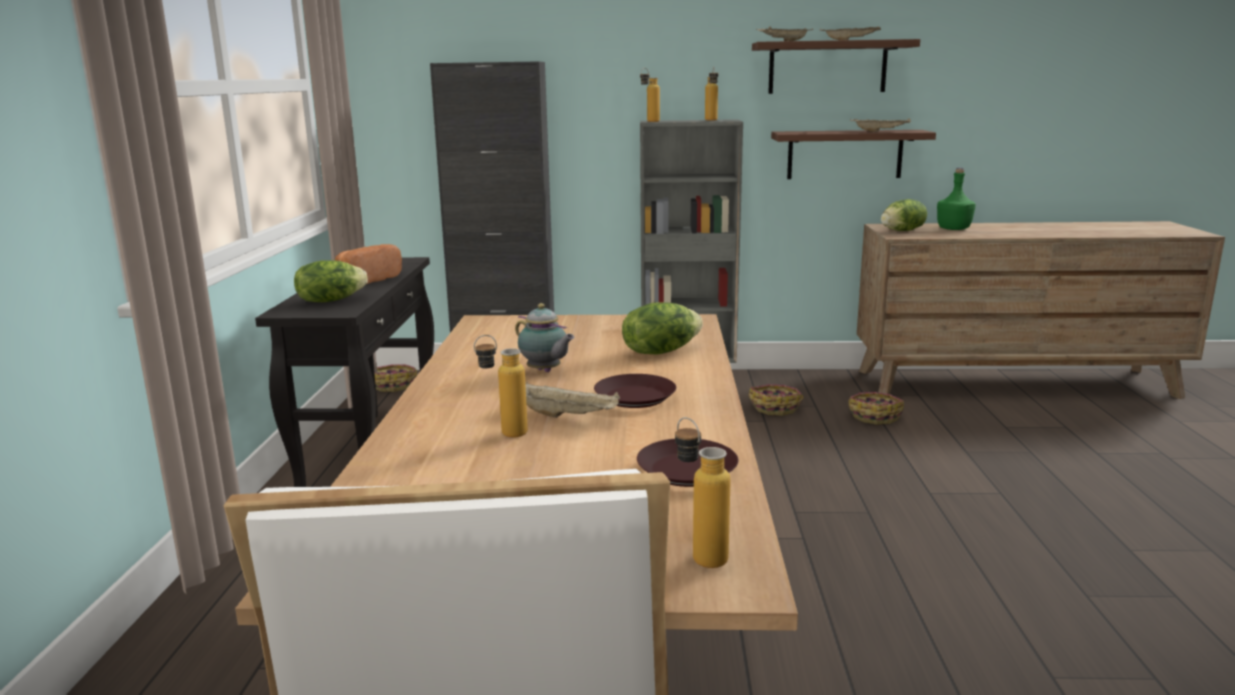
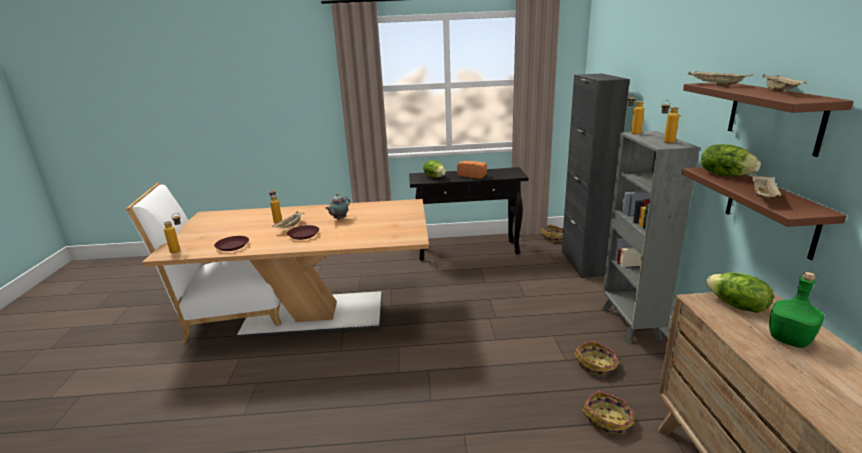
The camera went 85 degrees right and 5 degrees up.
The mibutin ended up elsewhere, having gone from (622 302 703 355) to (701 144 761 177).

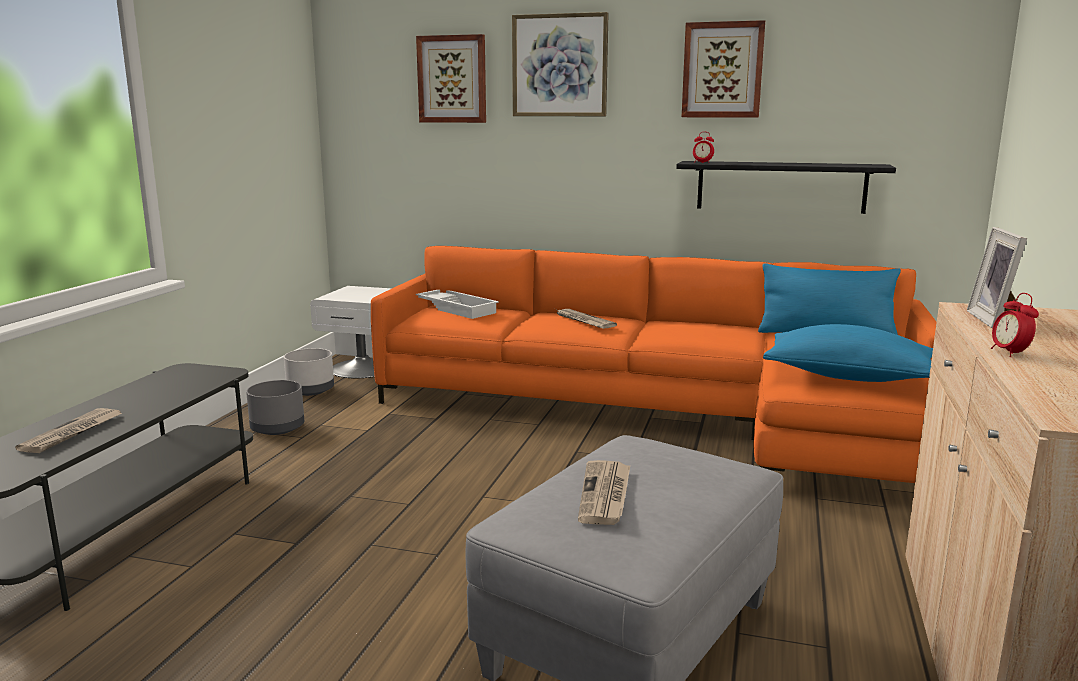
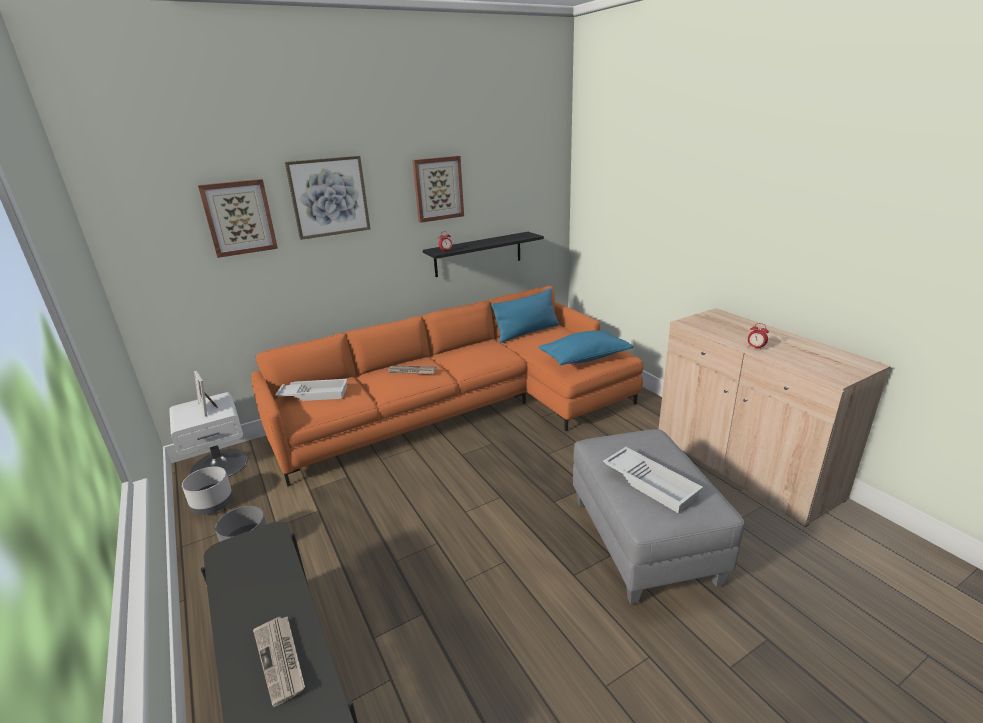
The camera went 45 degrees left and 10 degrees up.
The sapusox ended up elsewhere, having gone from (967 227 1027 329) to (194 371 218 416).
Where the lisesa stood at (578 460 630 525), the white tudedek came to stand at (603 447 703 513).

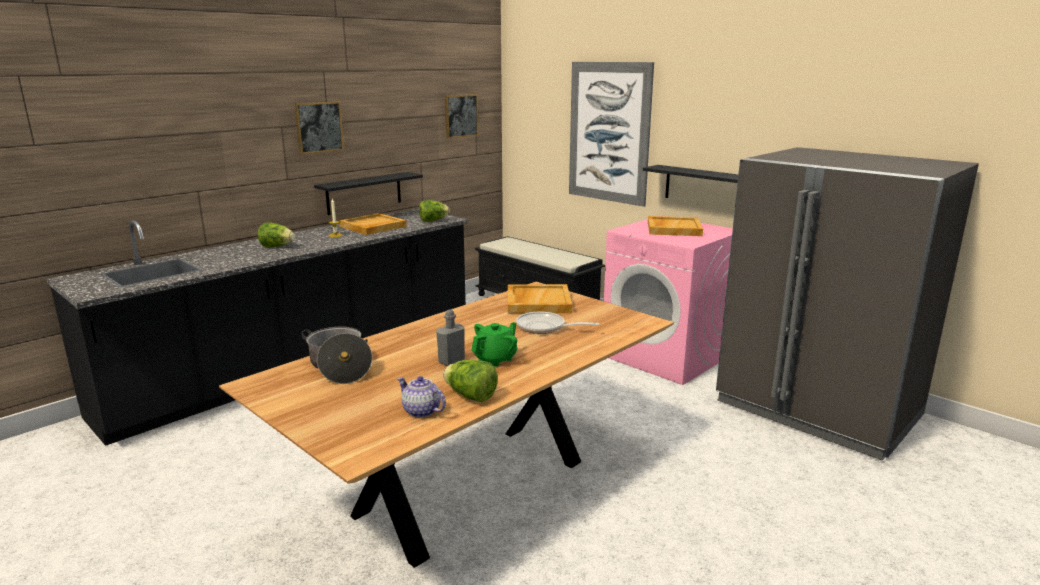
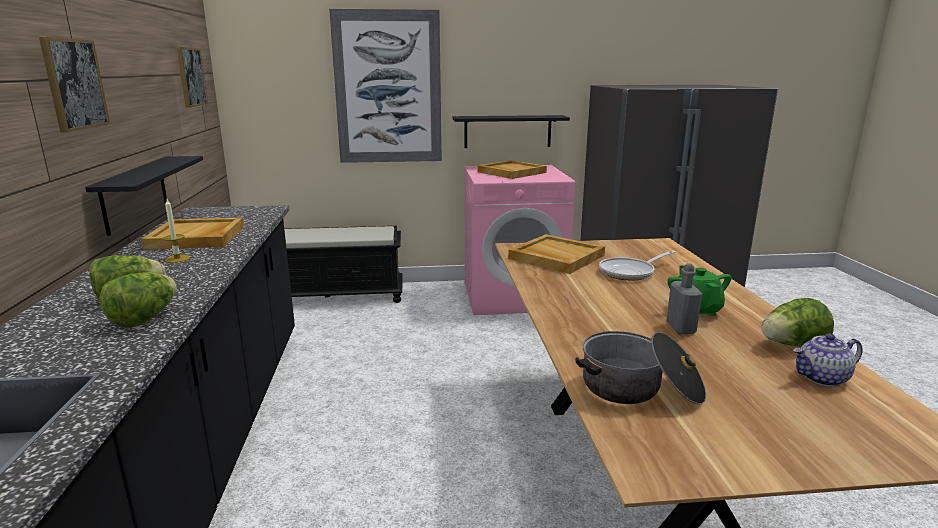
The camera went 50 degrees left and 0 degrees up.
The mibutin ended up elsewhere, having gone from (419 200 450 222) to (99 272 177 328).

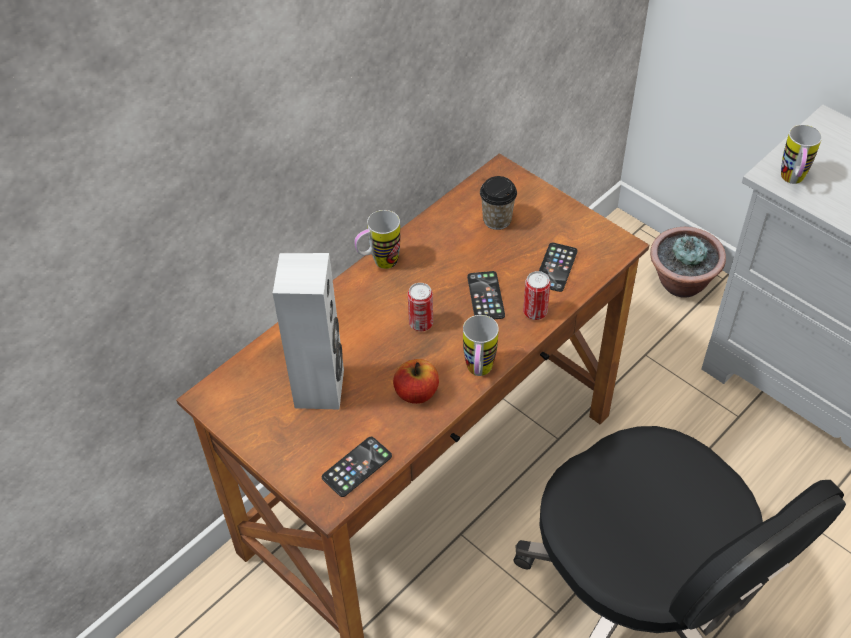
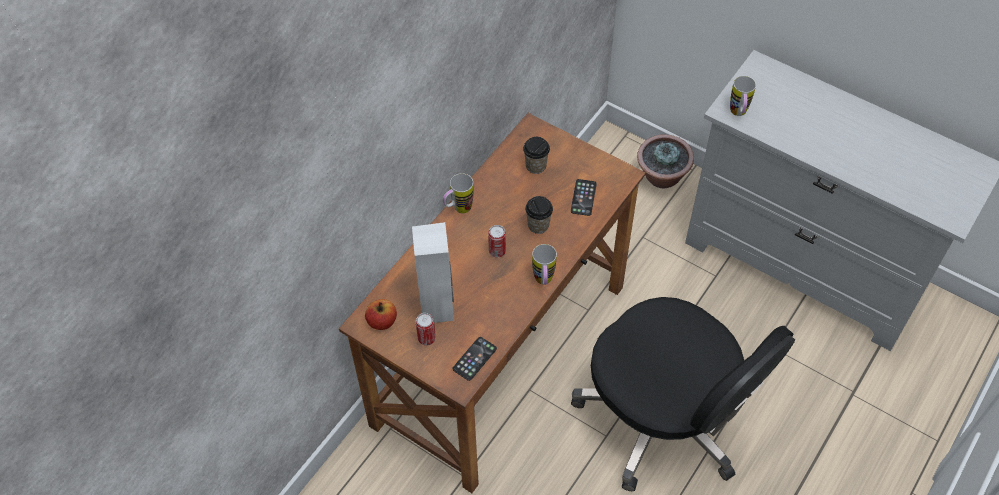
The camera went 10 degrees left and 5 degrees up.
Where the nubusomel stood at (467 271 505 319), the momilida came to stand at (525 196 553 234).
The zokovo ended up elsewhere, having gone from (523 271 550 320) to (416 313 436 345).
The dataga ended up elsewhere, having gone from (393 359 439 404) to (365 299 397 330).

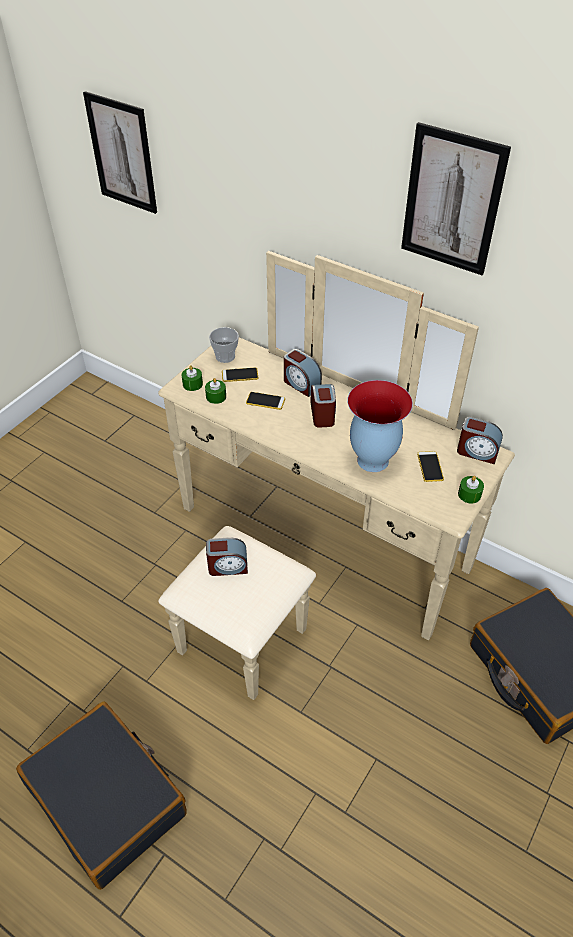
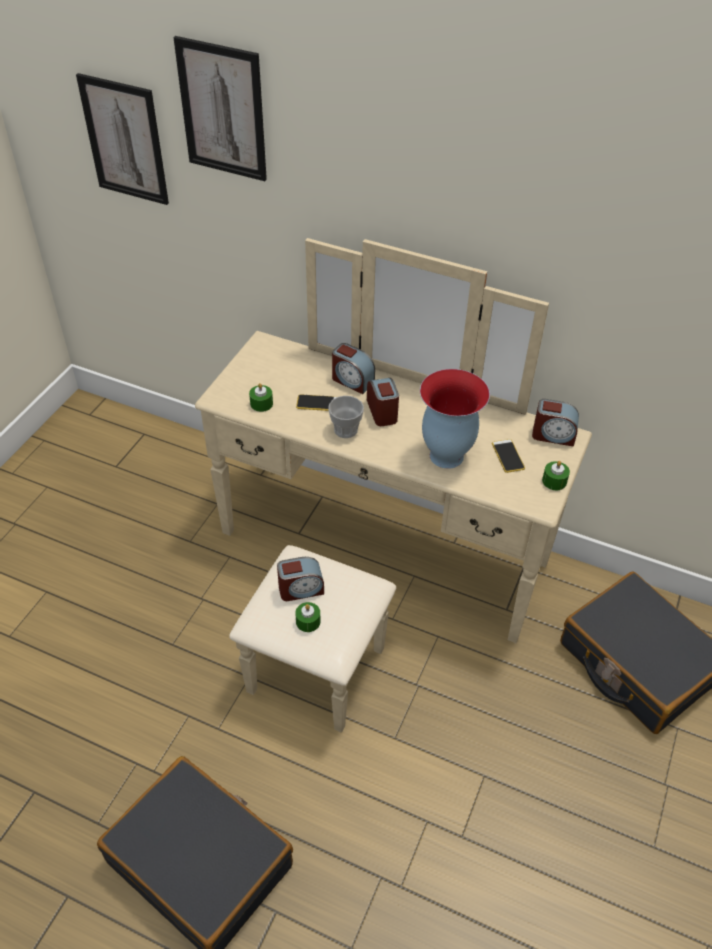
The camera went 10 degrees left and 0 degrees up.
The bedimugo ended up elsewhere, having gone from (401 122 511 275) to (173 36 267 181).
The momilida ended up elsewhere, having gone from (209 327 239 363) to (328 396 364 438).
The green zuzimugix ended up elsewhere, having gone from (182 365 203 391) to (295 602 321 632).
The second view lost the nubusomel at (222 367 258 382).

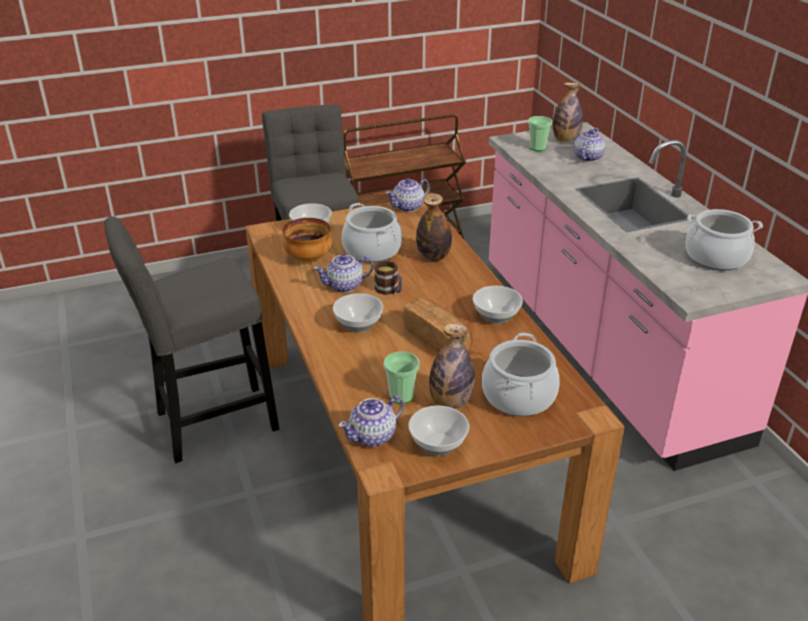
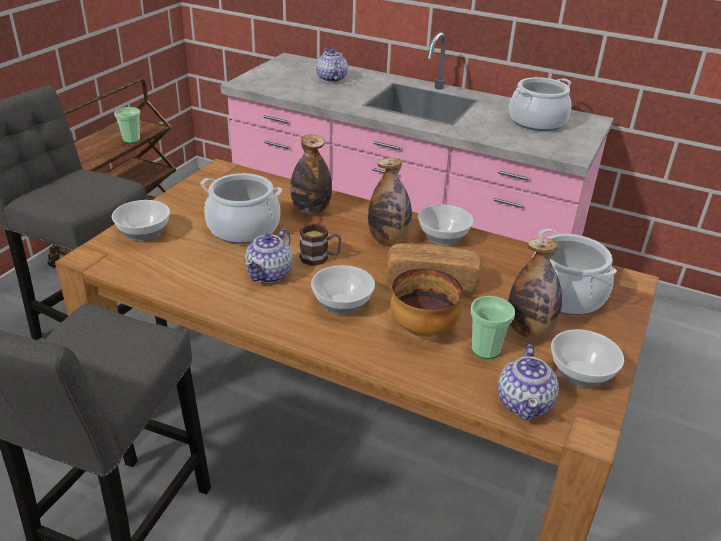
The camera went 45 degrees left and 0 degrees up.
The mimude ended up elsewhere, having gone from (553 82 583 142) to (368 158 412 245).
The momilida ended up elsewhere, having gone from (528 116 552 151) to (114 107 140 143).
The second view lost the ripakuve at (386 178 430 212).
The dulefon ended up elsewhere, having gone from (283 218 332 262) to (390 268 463 337).

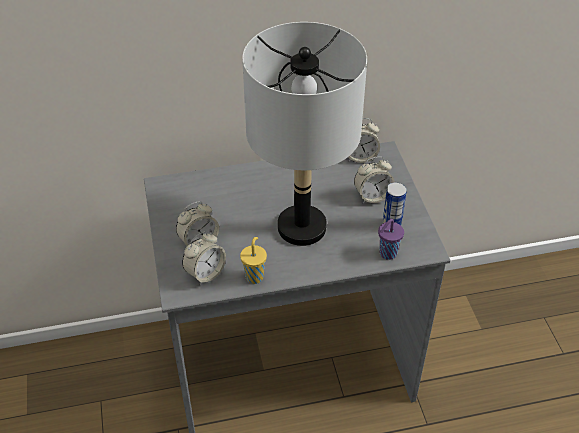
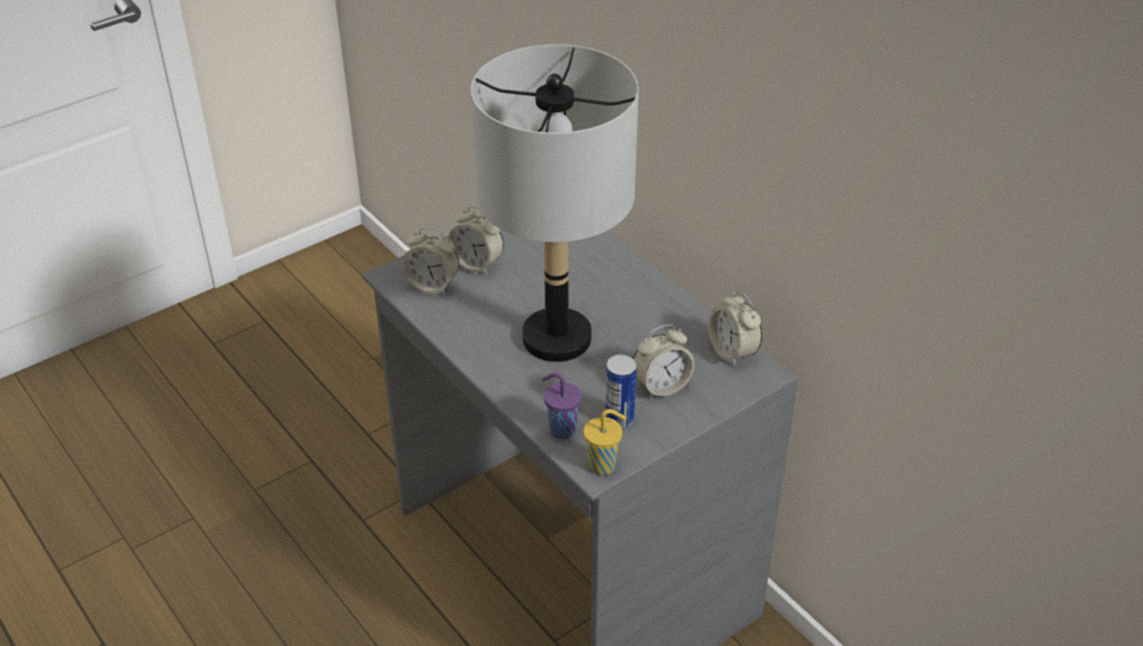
The camera went 65 degrees right and 5 degrees down.
The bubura at (354 157 395 204) ended up facing another way, 75 degrees counterclockwise from before.
The yellow momilida ended up elsewhere, having gone from (240 237 267 284) to (583 409 626 475).

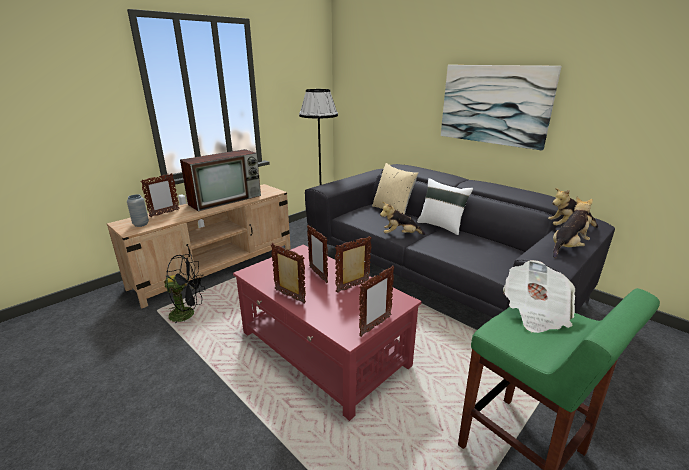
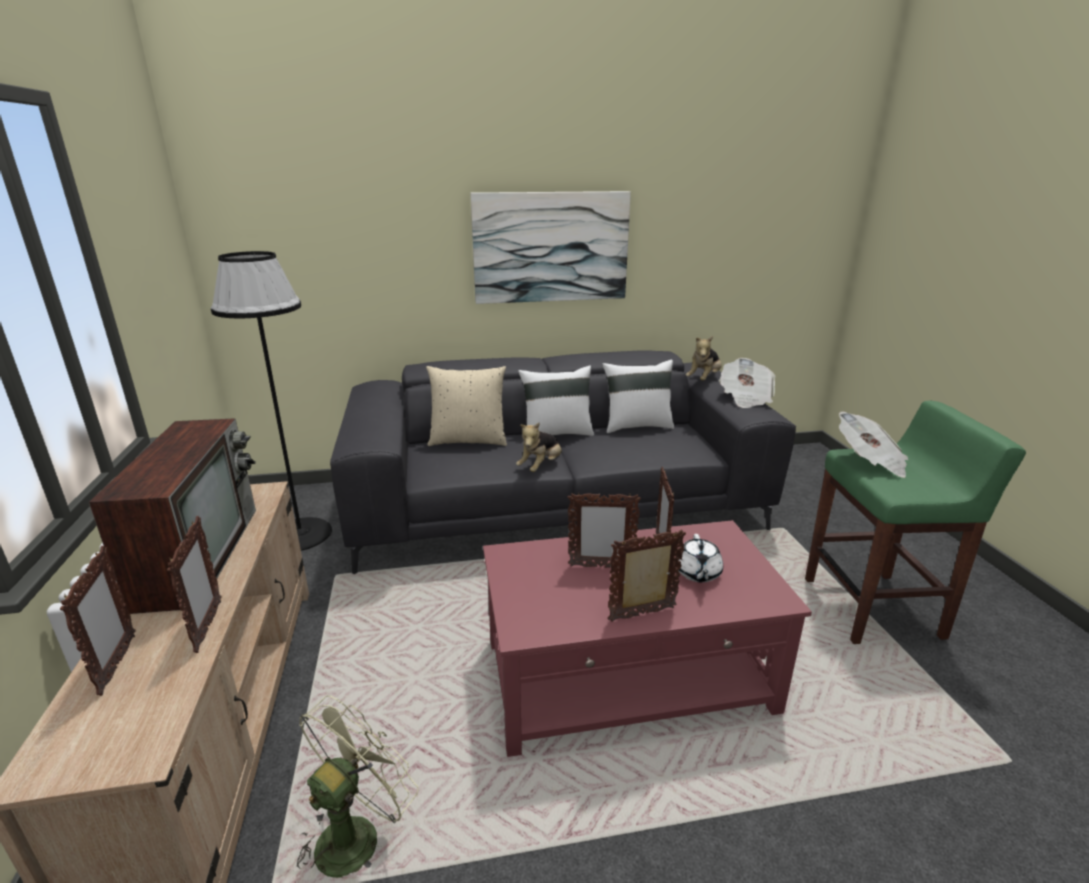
The camera went 55 degrees left and 0 degrees up.
The second view lost the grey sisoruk at (127 194 149 227).
Where the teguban stood at (553 197 593 258), the lisesa came to stand at (719 358 775 408).
What was the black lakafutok at (164 254 205 323) turned into the green lakafutok at (296 695 418 878).
The sapusox ended up elsewhere, having gone from (359 265 395 337) to (167 516 221 653).
The second view gained the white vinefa at (603 360 674 433).
The second view gained the white ripakuve at (676 534 723 582).

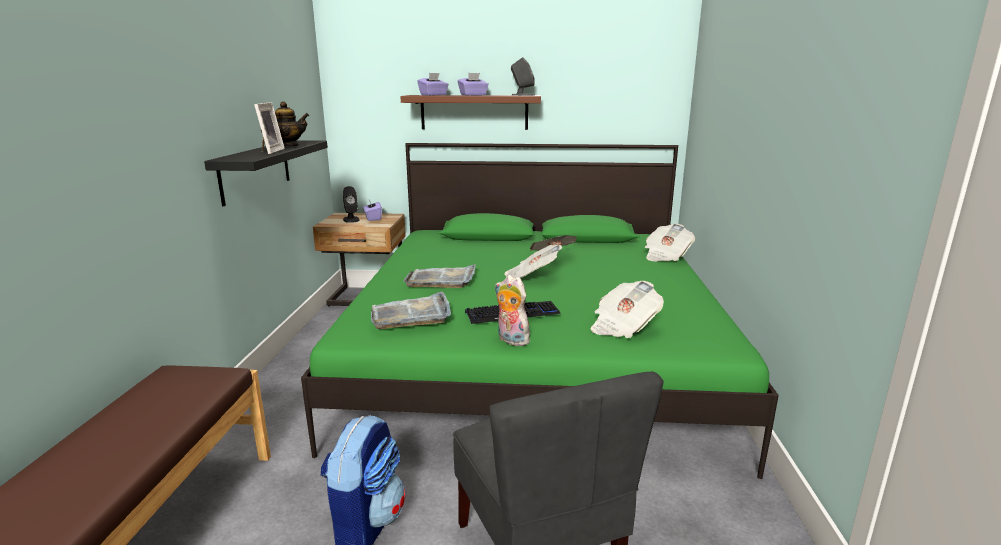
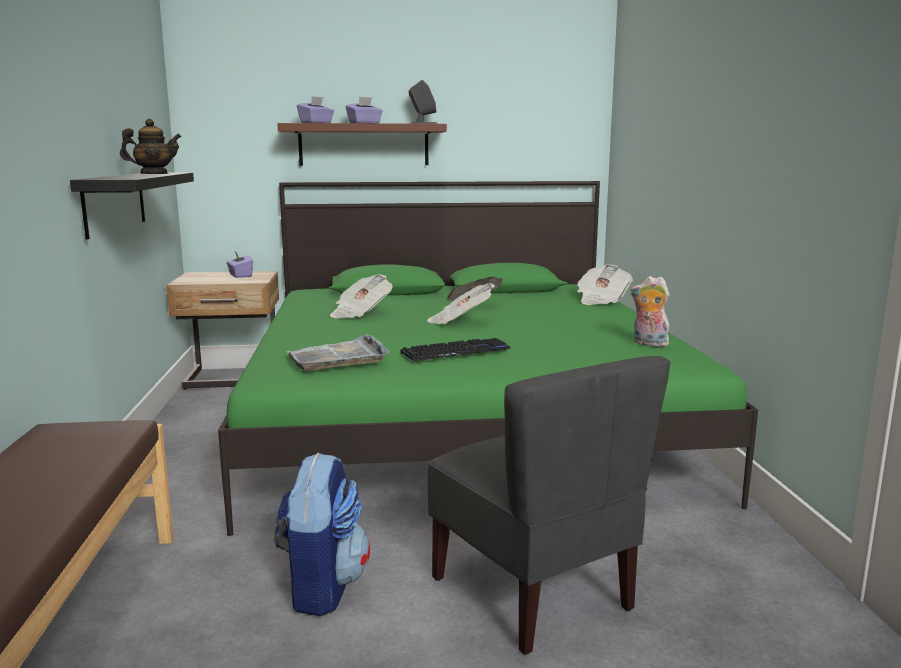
The camera went 10 degrees left and 5 degrees down.
The second view lost the sapusox at (254 102 285 154).
The second view lost the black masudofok at (343 186 360 223).
The second view lost the grey tudedek at (404 264 476 288).
The teguban ended up elsewhere, having gone from (494 275 530 346) to (630 276 670 347).
The lisesa ended up elsewhere, having gone from (590 281 664 338) to (330 274 393 318).

